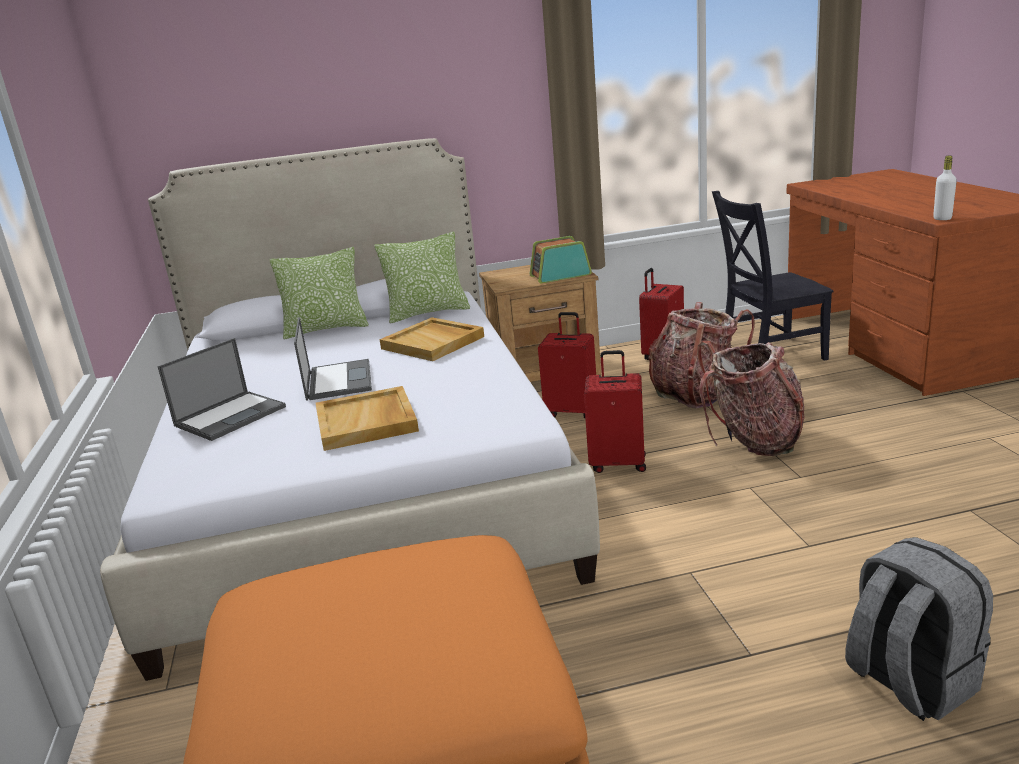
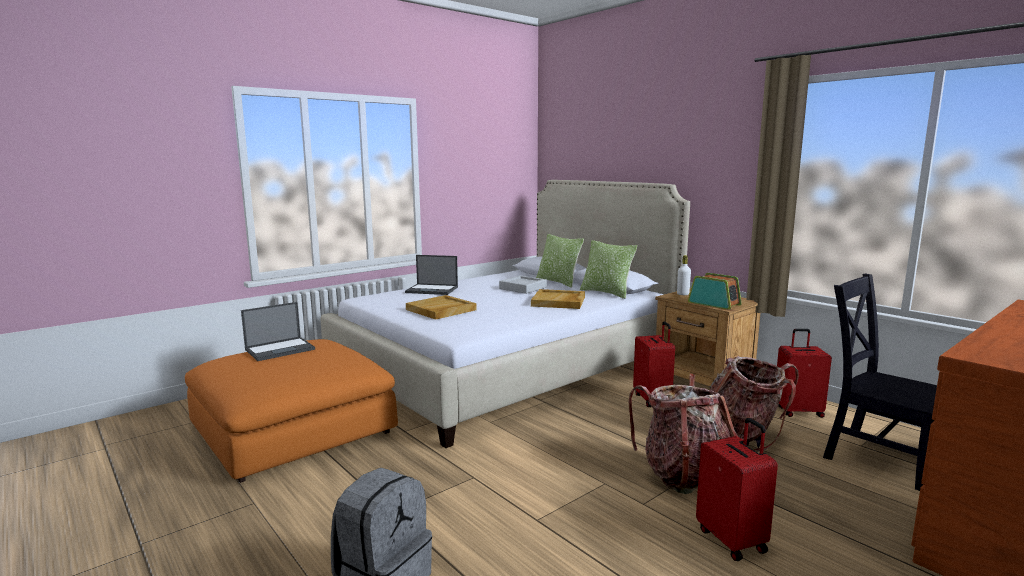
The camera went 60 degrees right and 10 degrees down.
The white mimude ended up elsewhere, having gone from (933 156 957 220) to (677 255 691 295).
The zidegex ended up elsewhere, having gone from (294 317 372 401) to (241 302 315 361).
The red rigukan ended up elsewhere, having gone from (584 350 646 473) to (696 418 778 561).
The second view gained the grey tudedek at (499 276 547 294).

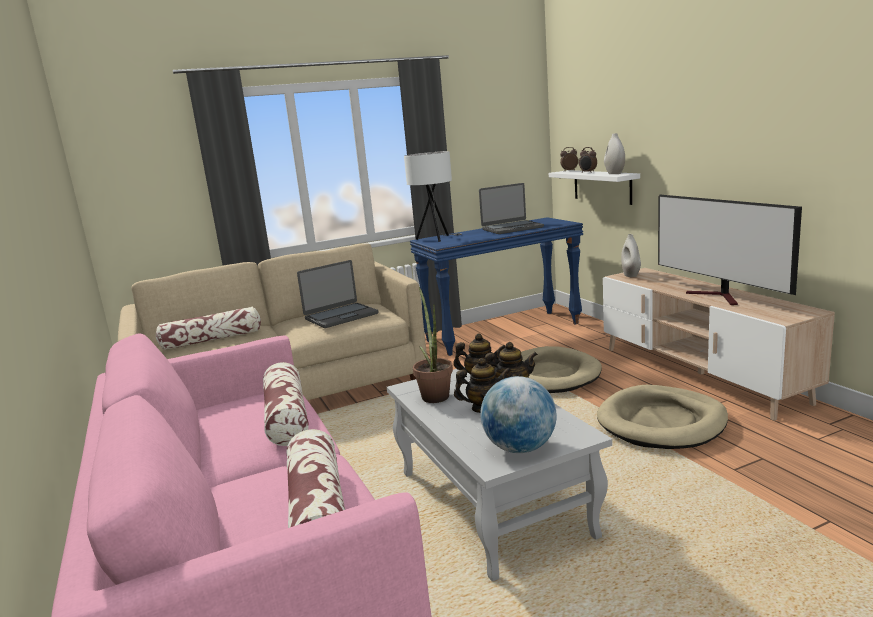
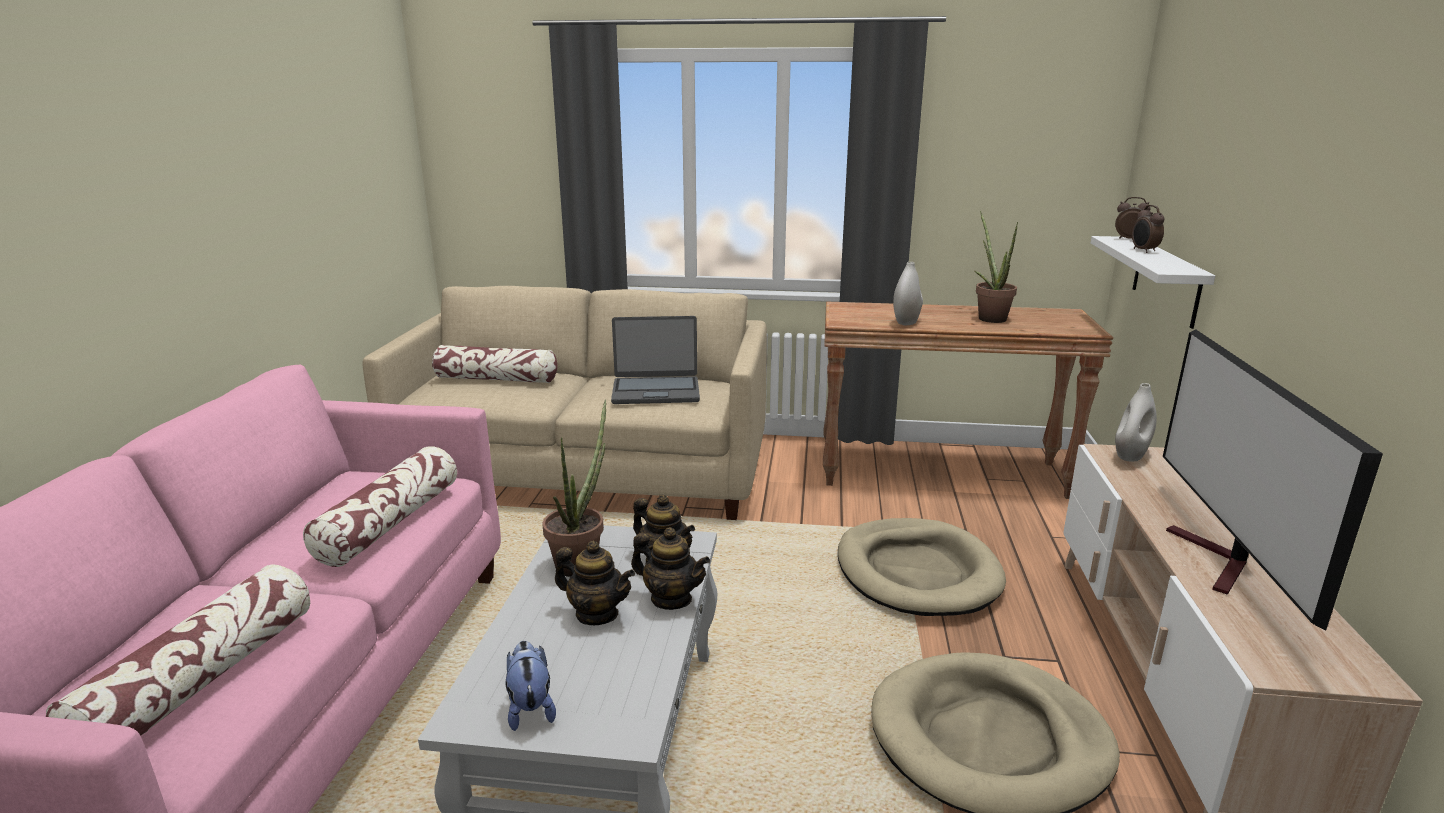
The camera went 30 degrees right and 5 degrees up.
The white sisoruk ended up elsewhere, having gone from (604 133 625 174) to (893 262 923 325).
The second view lost the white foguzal at (404 151 462 242).
Where the zidegex stood at (479 183 544 234), the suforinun came to stand at (974 211 1018 323).
What was the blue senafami at (410 217 583 356) turned into the brown senafami at (823 302 1113 499).
Where the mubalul stood at (480 376 557 453), the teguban came to stand at (506 641 556 731).

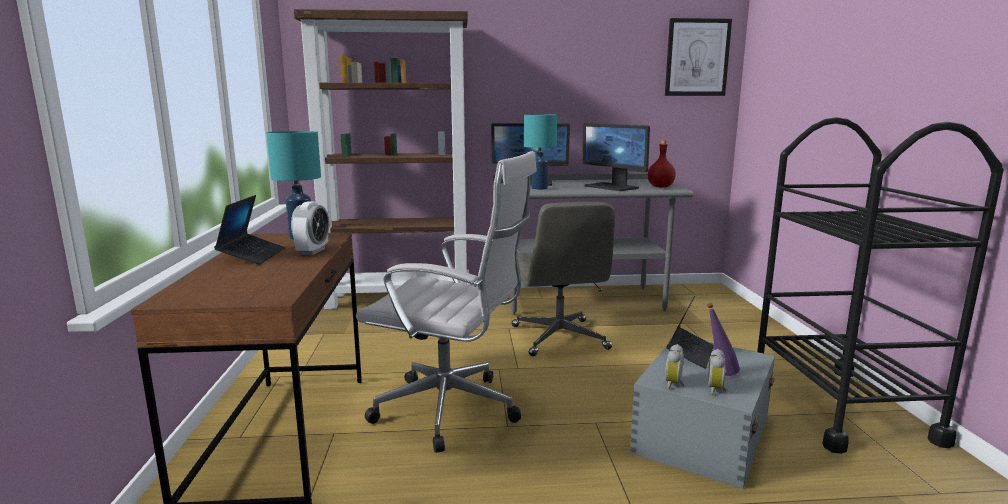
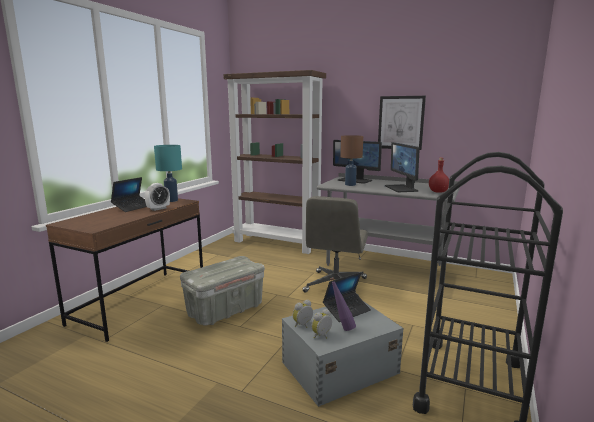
The camera went 30 degrees right and 0 degrees up.
The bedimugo ended up elsewhere, having gone from (665 18 732 96) to (378 96 426 150).
What was the turquoise foguzal at (524 114 557 190) turned into the brown foguzal at (340 135 363 186).
Where the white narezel stood at (356 151 537 453), the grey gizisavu came to stand at (180 256 265 326).

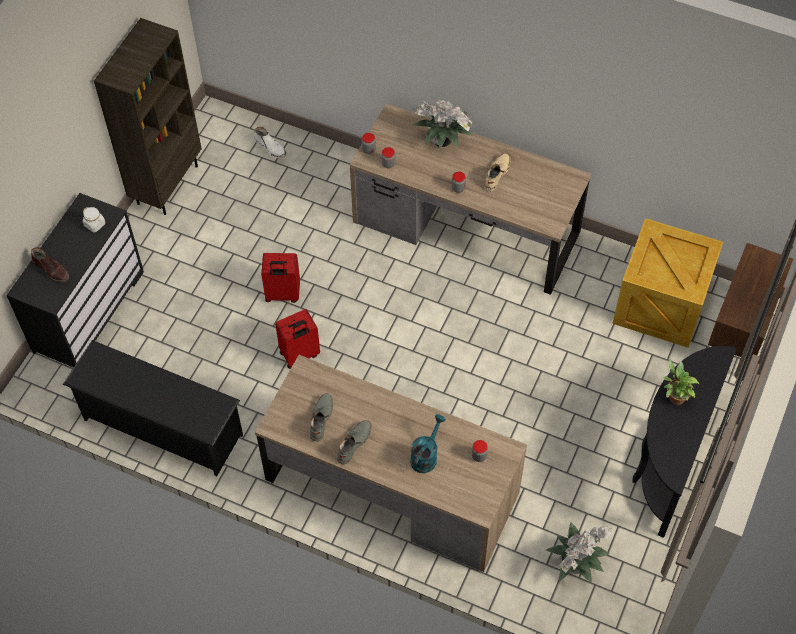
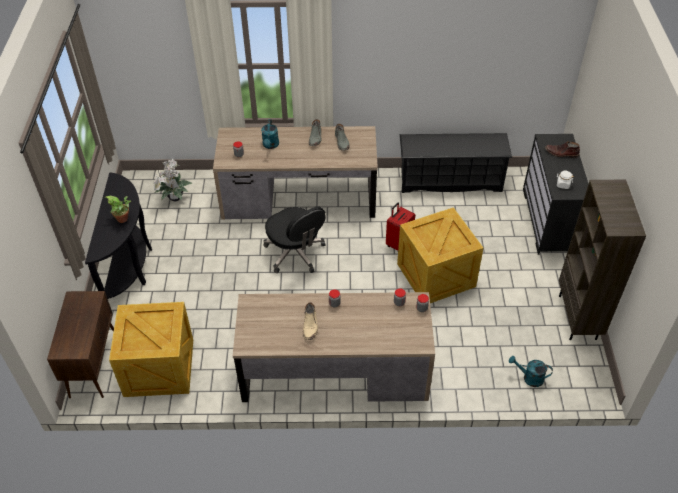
The camera went 155 degrees right and 10 degrees down.
The second view lost the suforinun at (413 100 474 149).
Where the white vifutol stood at (254 127 286 158), the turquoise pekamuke came to stand at (509 356 553 387).
Where the red rigukan stood at (261 253 300 303), the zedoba came to stand at (397 207 483 303).
The second view gained the black narezel at (263 207 325 273).

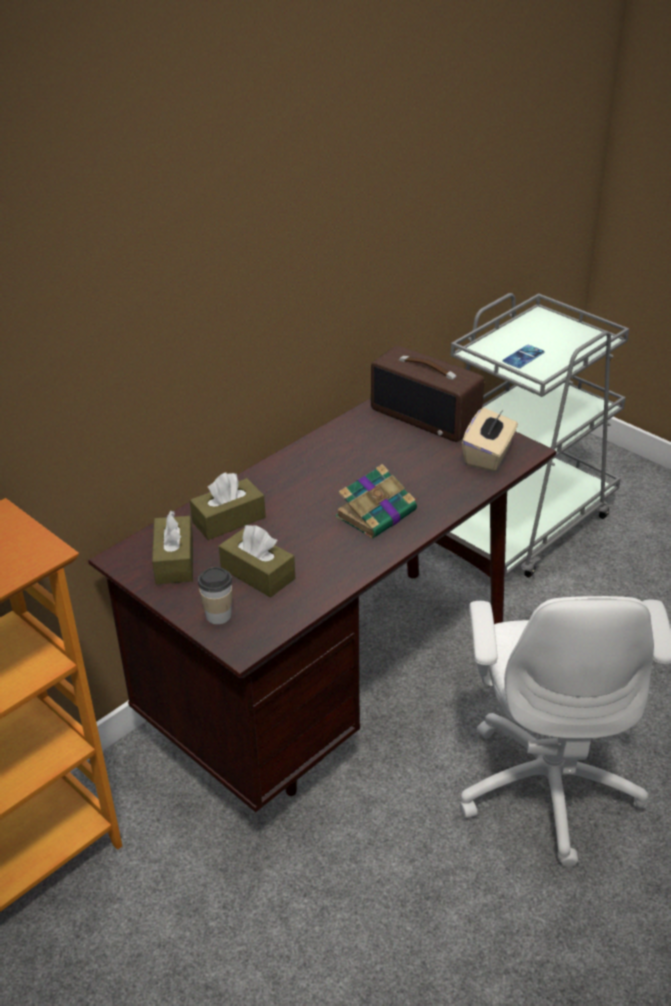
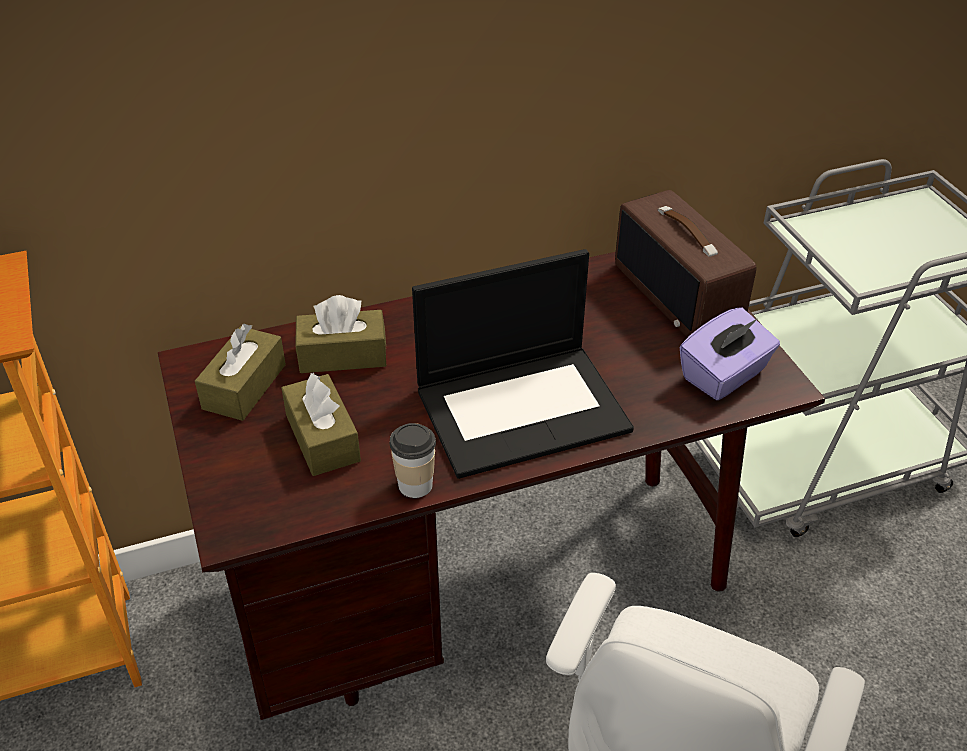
The camera went 25 degrees right and 5 degrees up.
The second view lost the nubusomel at (502 345 545 368).
What was the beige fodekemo at (462 408 518 471) turned into the purple fodekemo at (680 307 780 400).
Where the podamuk stood at (335 464 418 539), the zidegex came to stand at (412 249 634 479).
The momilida ended up elsewhere, having gone from (198 567 232 624) to (390 423 436 498).

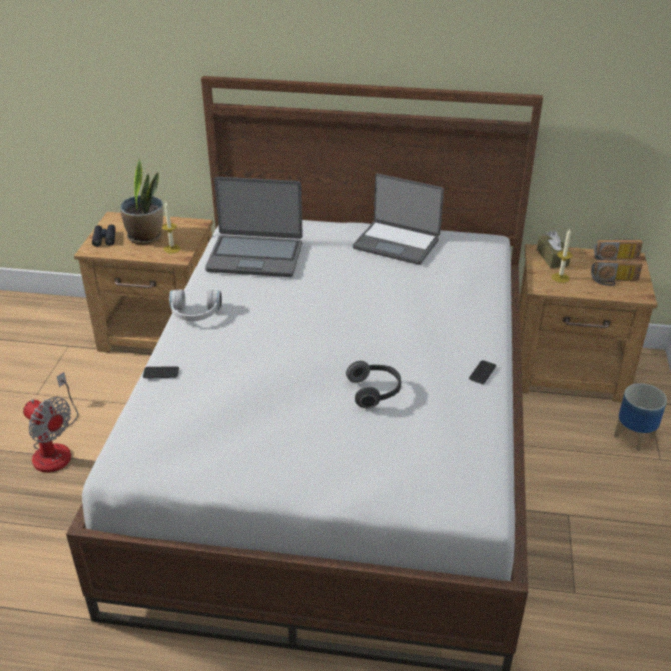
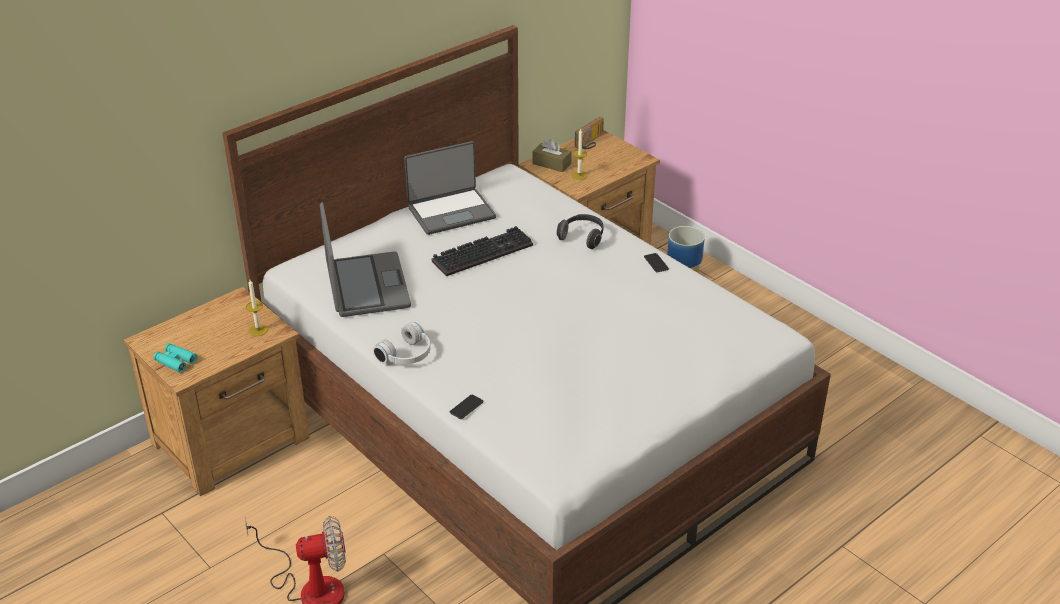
The camera went 50 degrees left and 0 degrees up.
The second view lost the suforinun at (120 158 163 244).
The zidegex at (205 177 303 277) ended up facing another way, 60 degrees counterclockwise from before.
What was the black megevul at (92 225 115 247) turned into the turquoise megevul at (153 343 197 373).
The second view lost the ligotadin at (591 260 643 286).
The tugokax ended up elsewhere, having gone from (346 361 401 408) to (556 214 604 249).
The second view gained the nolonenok at (432 226 533 276).

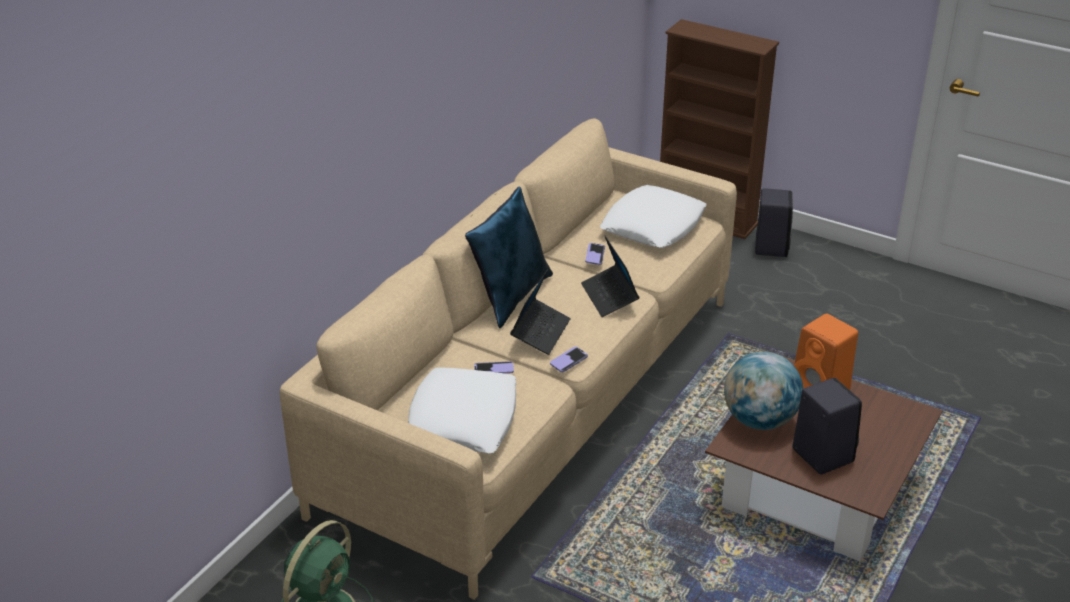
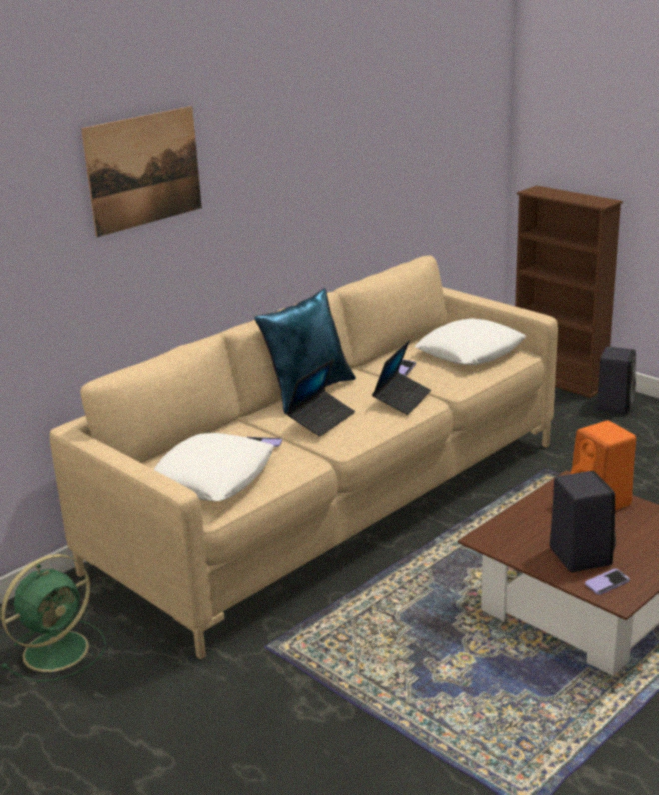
The camera went 15 degrees right and 10 degrees down.
The zidegex at (581 236 640 317) ended up facing another way, 150 degrees counterclockwise from before.
The nubusomel ended up elsewhere, having gone from (550 346 588 372) to (585 569 630 595).
The second view lost the mubalul at (724 352 803 430).
The second view gained the bedimugo at (81 106 202 237).

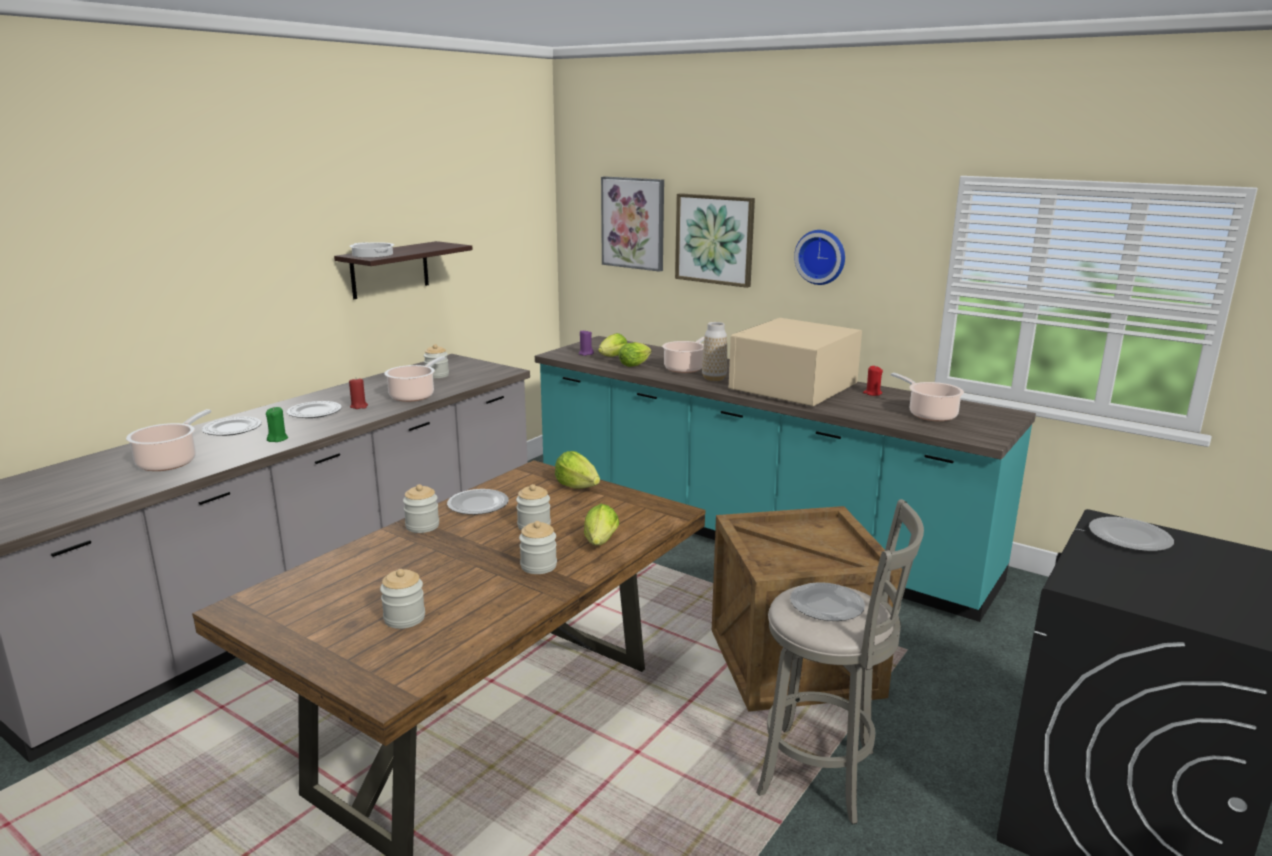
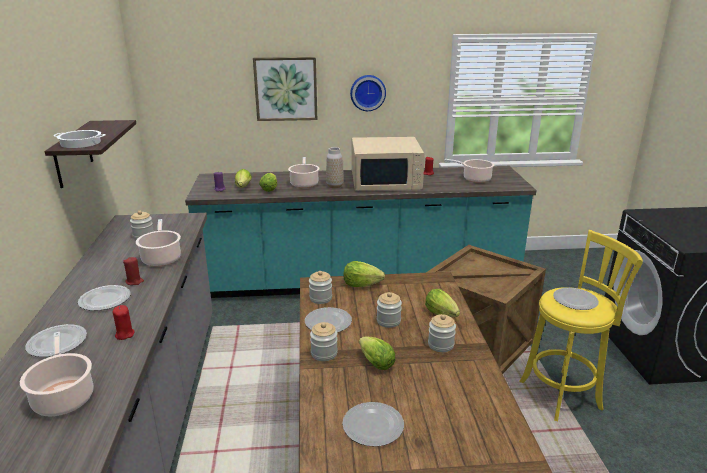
The camera went 40 degrees left and 5 degrees up.
The second view lost the bedimugo at (601 176 664 272).
The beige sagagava at (729 318 862 406) ended up facing another way, 90 degrees counterclockwise from before.
What was the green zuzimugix at (266 407 288 442) turned into the red zuzimugix at (112 305 135 340).
What was the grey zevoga at (756 499 924 824) turned into the yellow zevoga at (519 230 643 421).
The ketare ended up elsewhere, having gone from (1089 517 1174 551) to (343 402 404 447).
The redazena ended up elsewhere, having gone from (380 569 425 629) to (309 271 332 304).
The second view gained the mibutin at (359 337 396 370).

